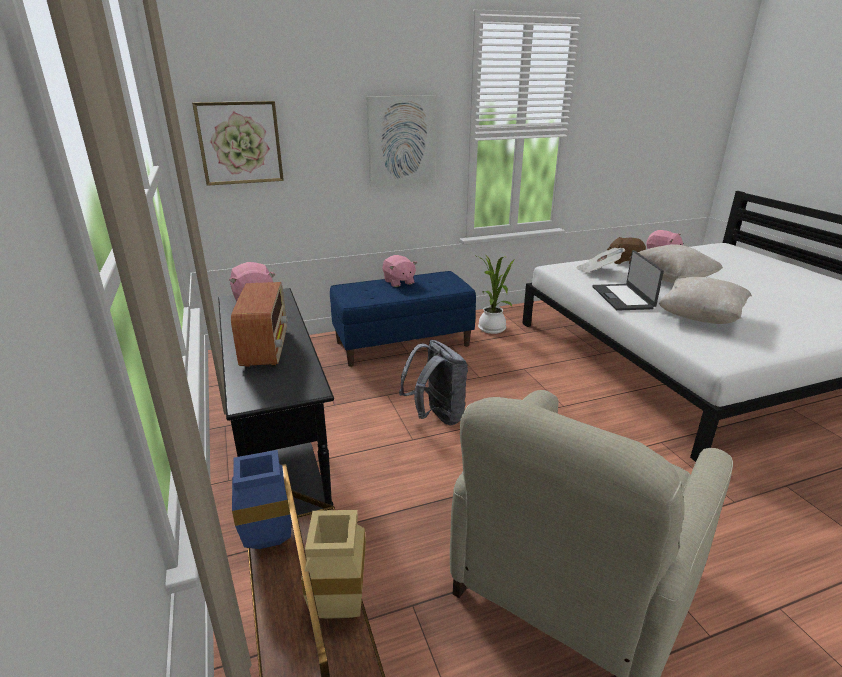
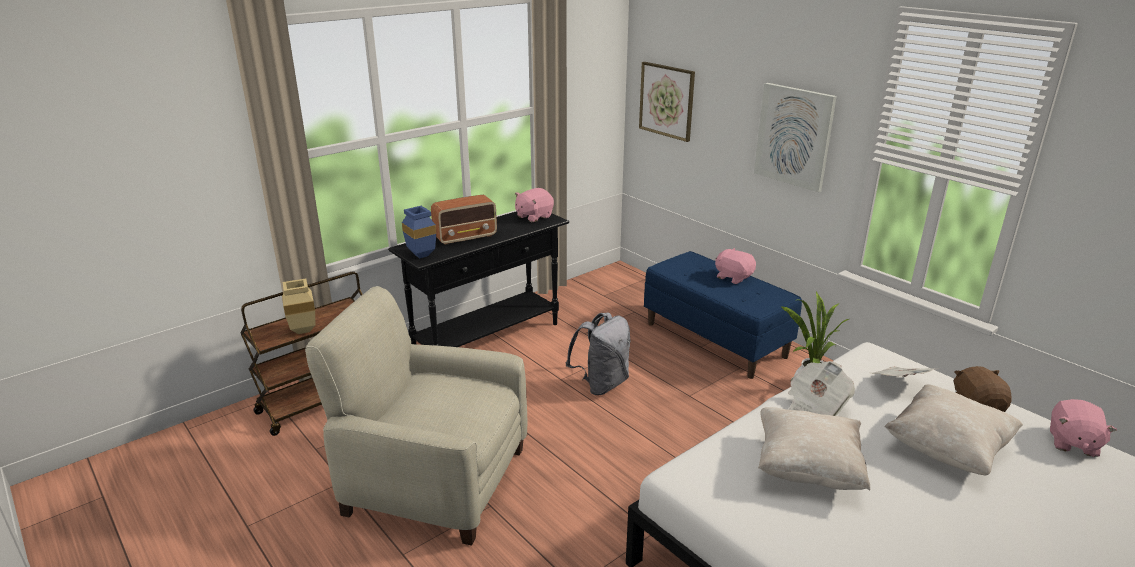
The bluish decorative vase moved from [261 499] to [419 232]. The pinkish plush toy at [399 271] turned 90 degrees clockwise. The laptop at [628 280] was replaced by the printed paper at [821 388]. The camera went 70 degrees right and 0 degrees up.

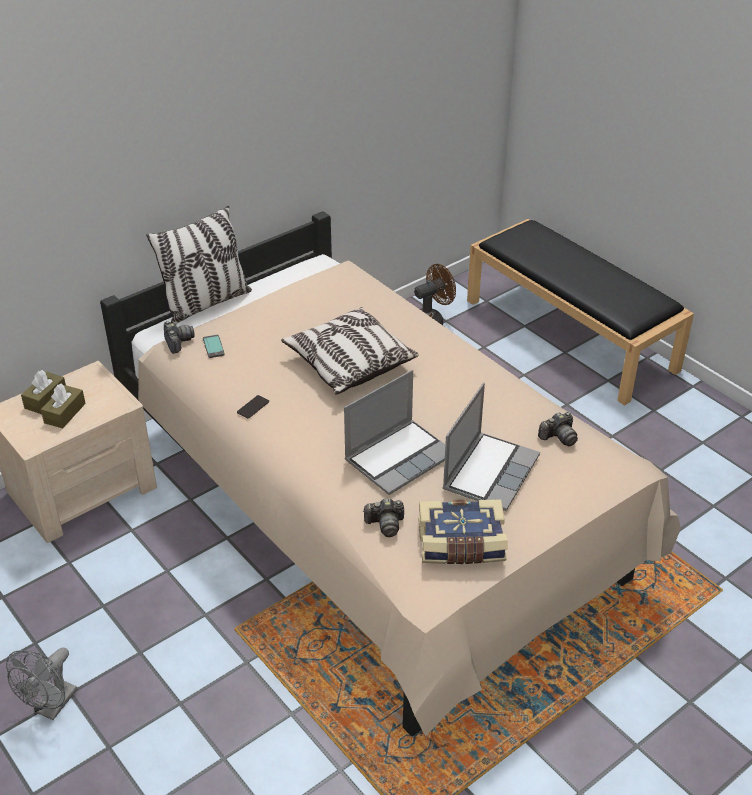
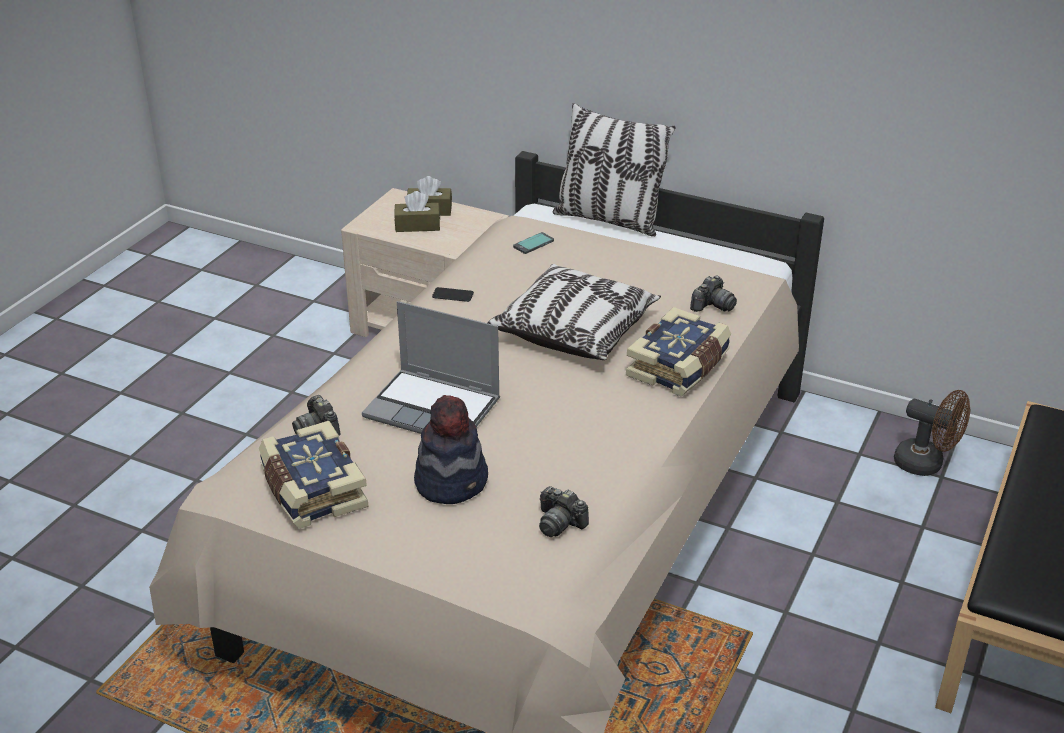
The grey fan at [42 684] disappeared. The still camera moved from [179 337] to [713 294]. The laptop at [491 447] was replaced by the wearable hat at [451 449]. The volume at [678 352] appeared. The camera went 65 degrees right and 5 degrees down.

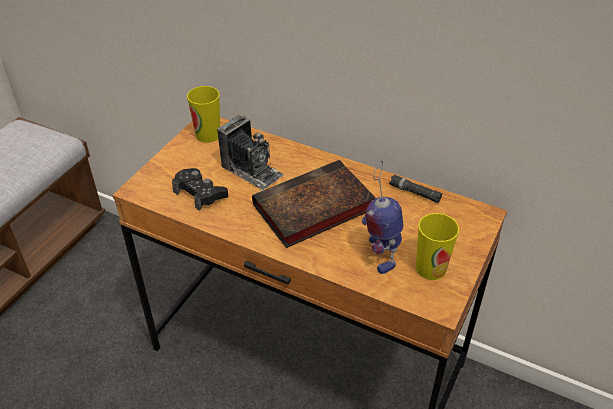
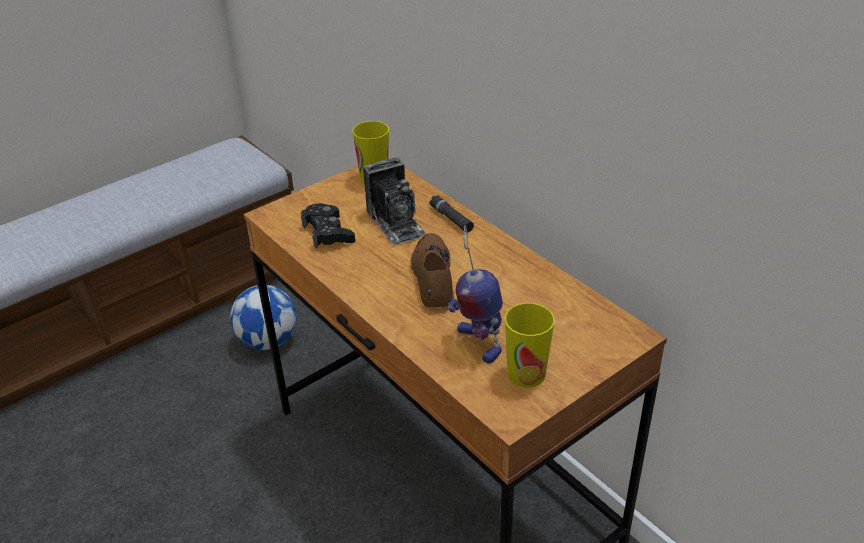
The volume at [314 204] was replaced by the brown-coloured low shoe at [432 270]. The robot figure at [382 217] turned 45 degrees counterclockwise. The black hand torch moved from [415 189] to [451 214]. The ball for football at [263 317] appeared. The camera went 25 degrees right and 5 degrees down.

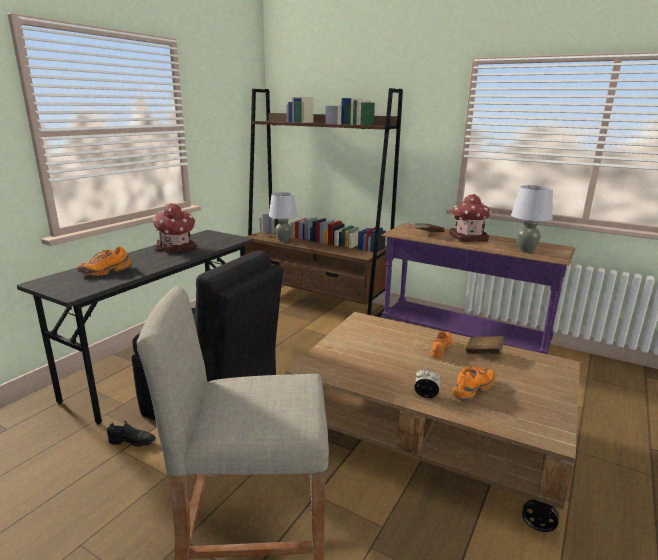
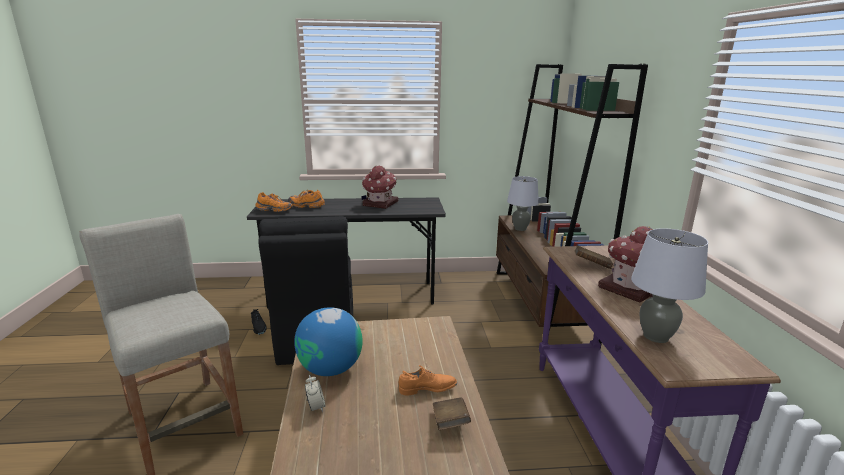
The orange low shoe moved from [473 383] to [274 202]. The world globe at [328 341] appeared. The camera went 55 degrees right and 0 degrees up.

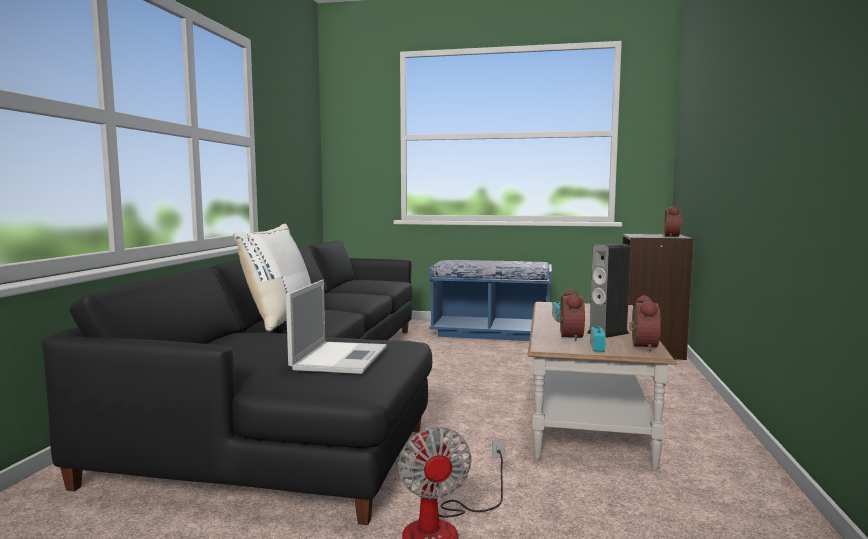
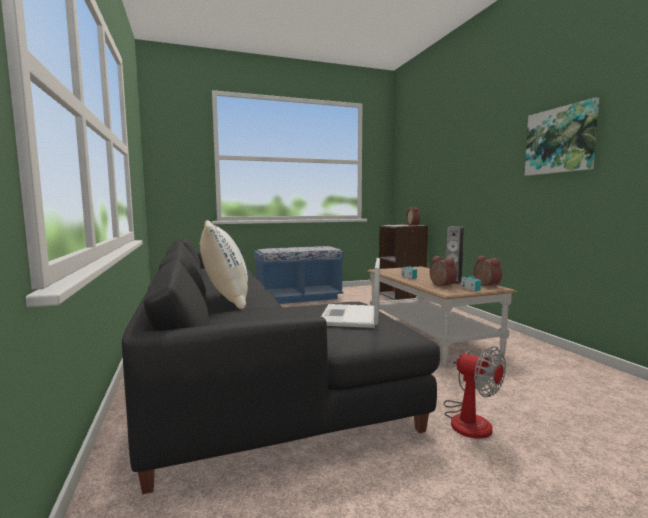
The laptop at [336 327] turned 150 degrees counterclockwise. The picture at [562 136] appeared. The camera went 30 degrees left and 0 degrees up.

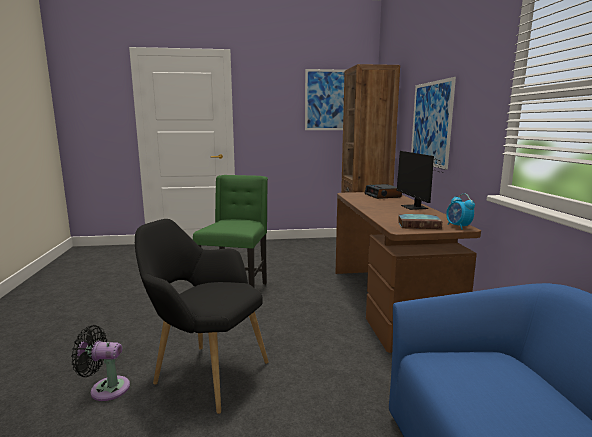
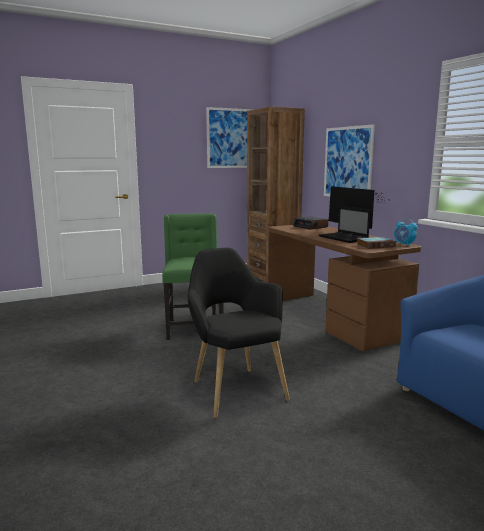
The black fan at [100 363] disappeared. The black easy chair at [201 316] turned 60 degrees clockwise. The laptop at [344 224] appeared. The camera went 20 degrees left and 0 degrees up.

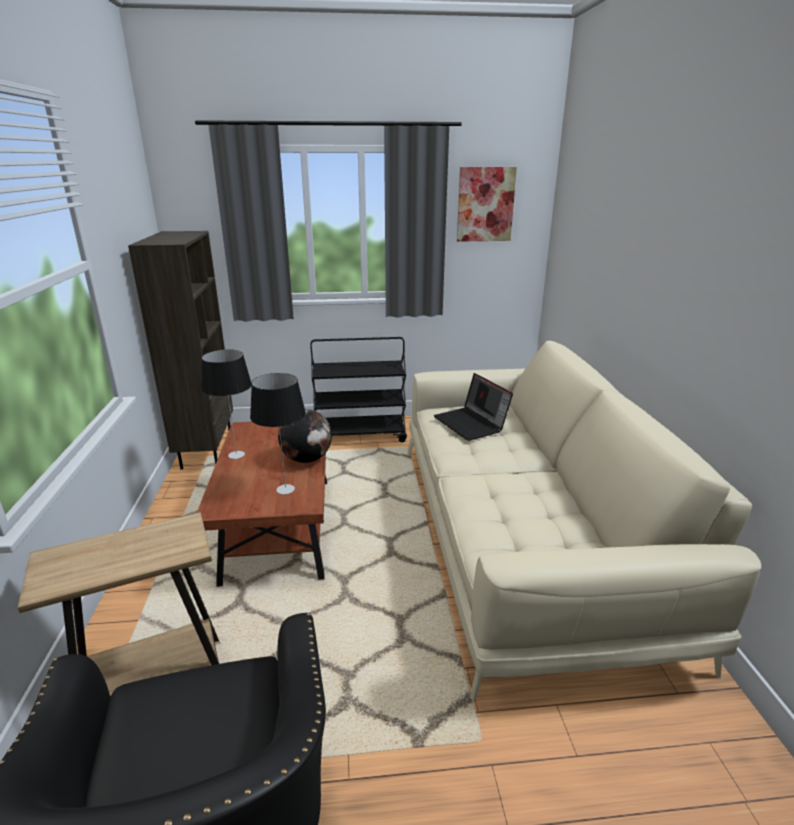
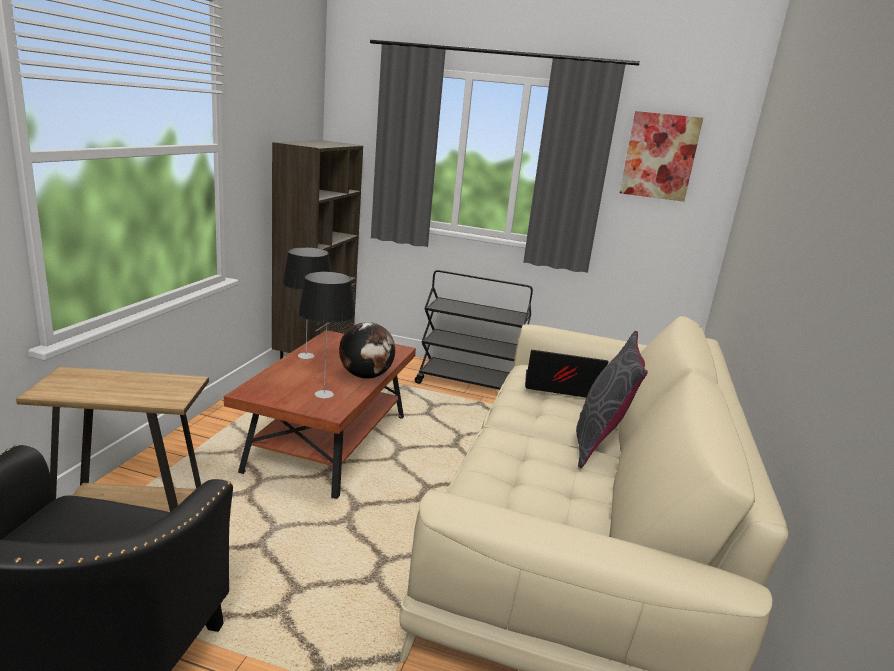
The laptop at [473 407] turned 105 degrees clockwise. The grey throw pillow at [612 399] appeared. The camera went 20 degrees right and 5 degrees down.

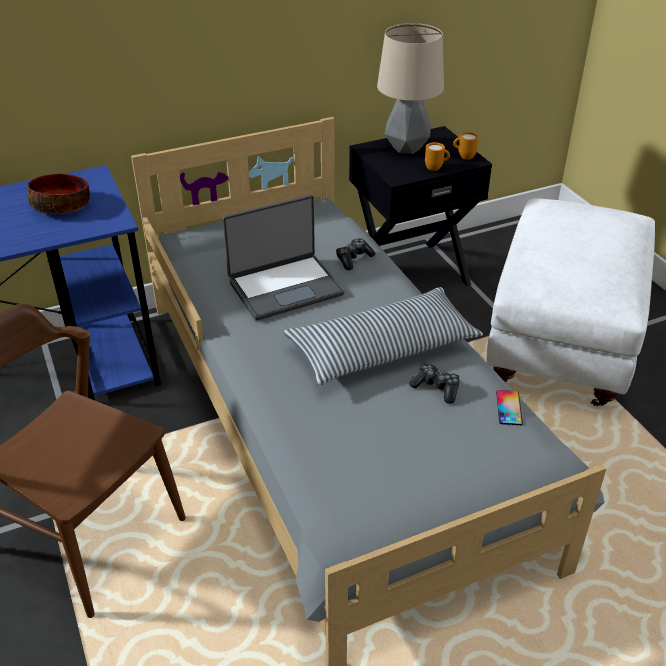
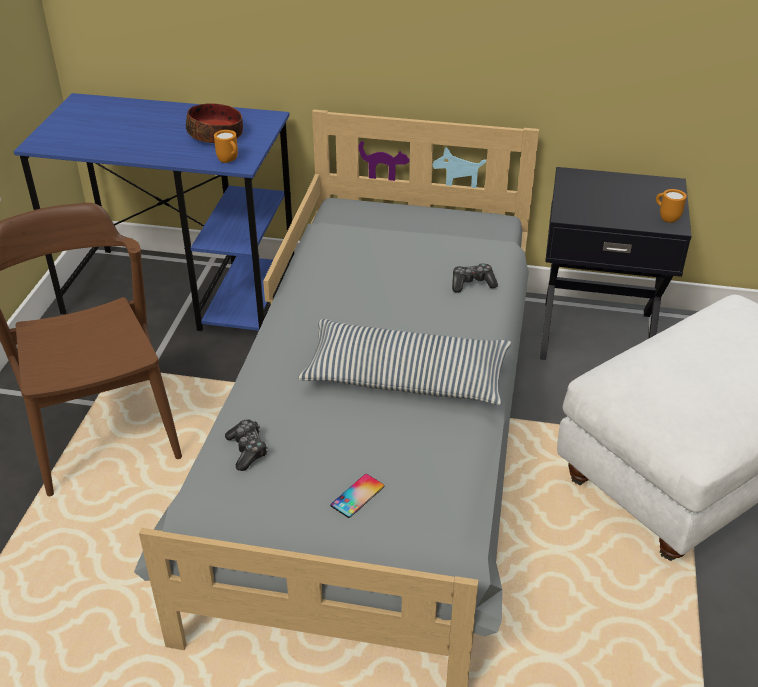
The laptop at [283 258] disappeared. The tabletop lamp at [410 88] disappeared. The gamepad moved from [434 383] to [246 445]. The orange mug moved from [437 156] to [226 146]. The telephone moved from [509 407] to [357 496]. The camera went 35 degrees right and 0 degrees up.

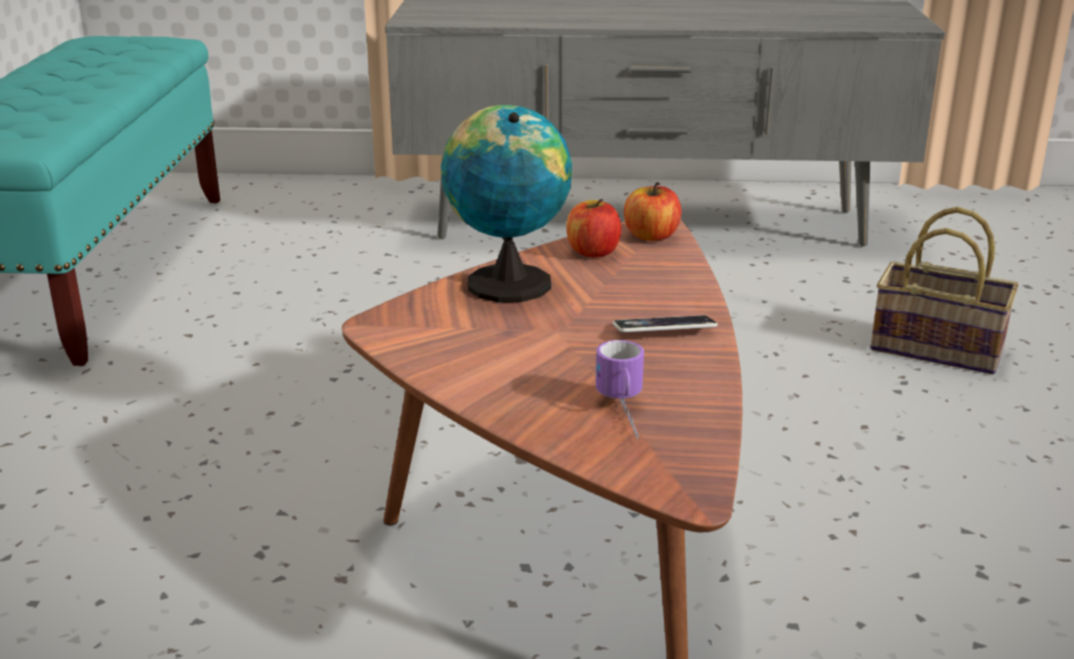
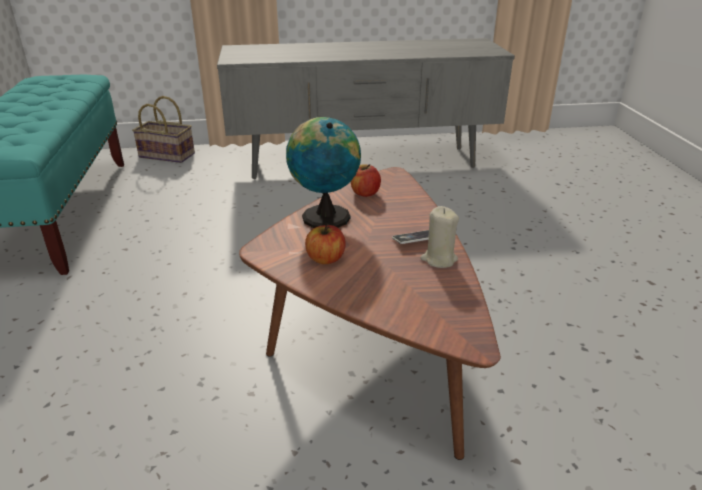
The mug at [620 390] disappeared. The whole apple moved from [652 211] to [325 243]. The household basket moved from [944 291] to [163 129]. The beige wax candle at [439 237] appeared. The camera went 10 degrees left and 5 degrees up.

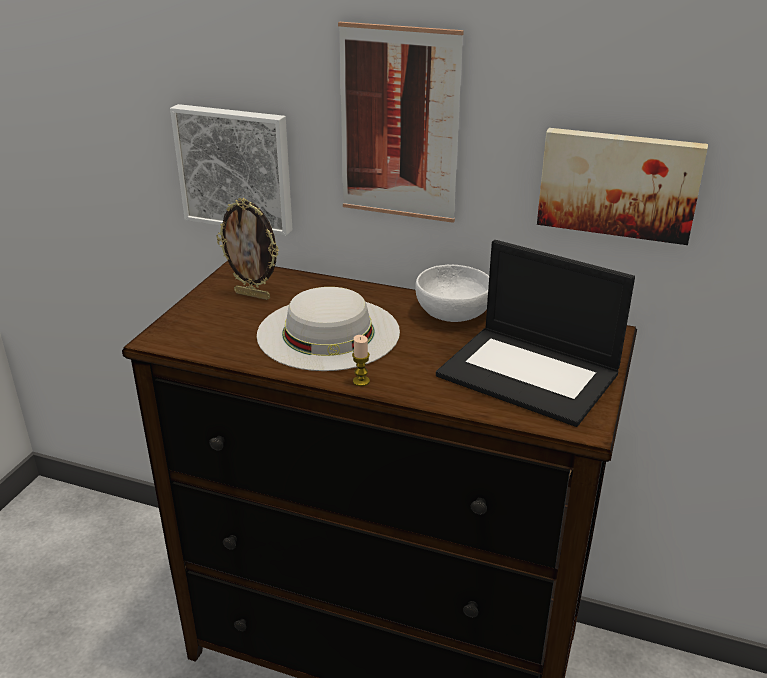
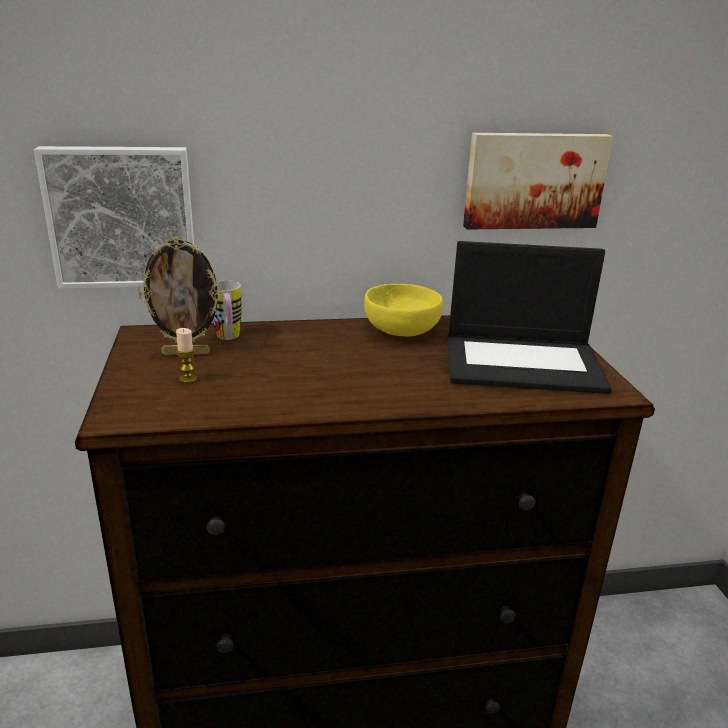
The white wearable hat at [328 329] disappeared. The picture at [401 122] disappeared. The wax candle moved from [361 360] to [186 355]. The white bowl at [452 293] became the yellow-coloured bowl at [403 310]. The mug at [227 310] appeared. The camera went 30 degrees left and 5 degrees down.

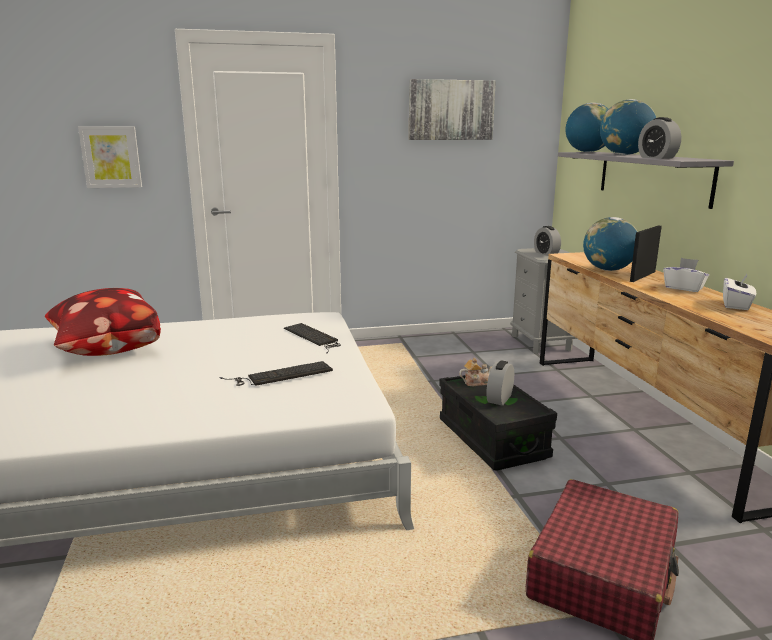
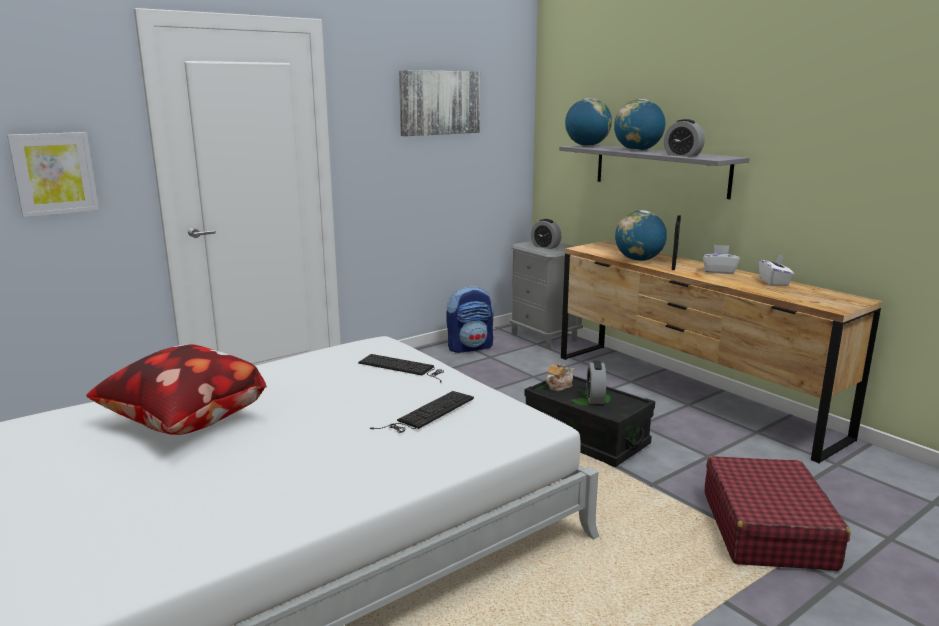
The backpack at [469 319] appeared. The camera went 25 degrees left and 0 degrees up.

